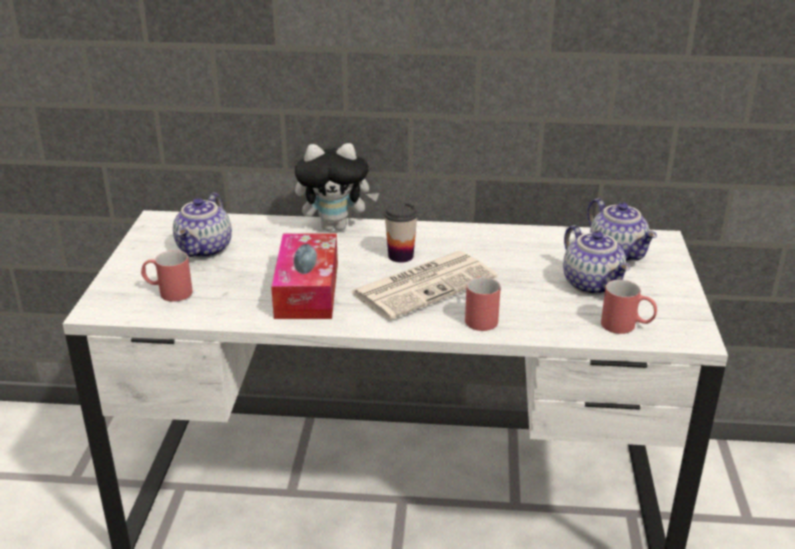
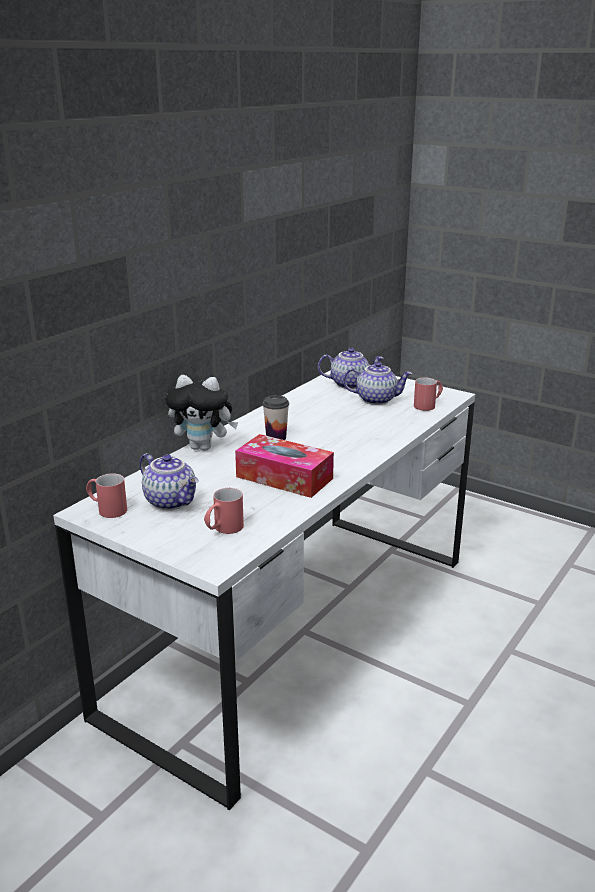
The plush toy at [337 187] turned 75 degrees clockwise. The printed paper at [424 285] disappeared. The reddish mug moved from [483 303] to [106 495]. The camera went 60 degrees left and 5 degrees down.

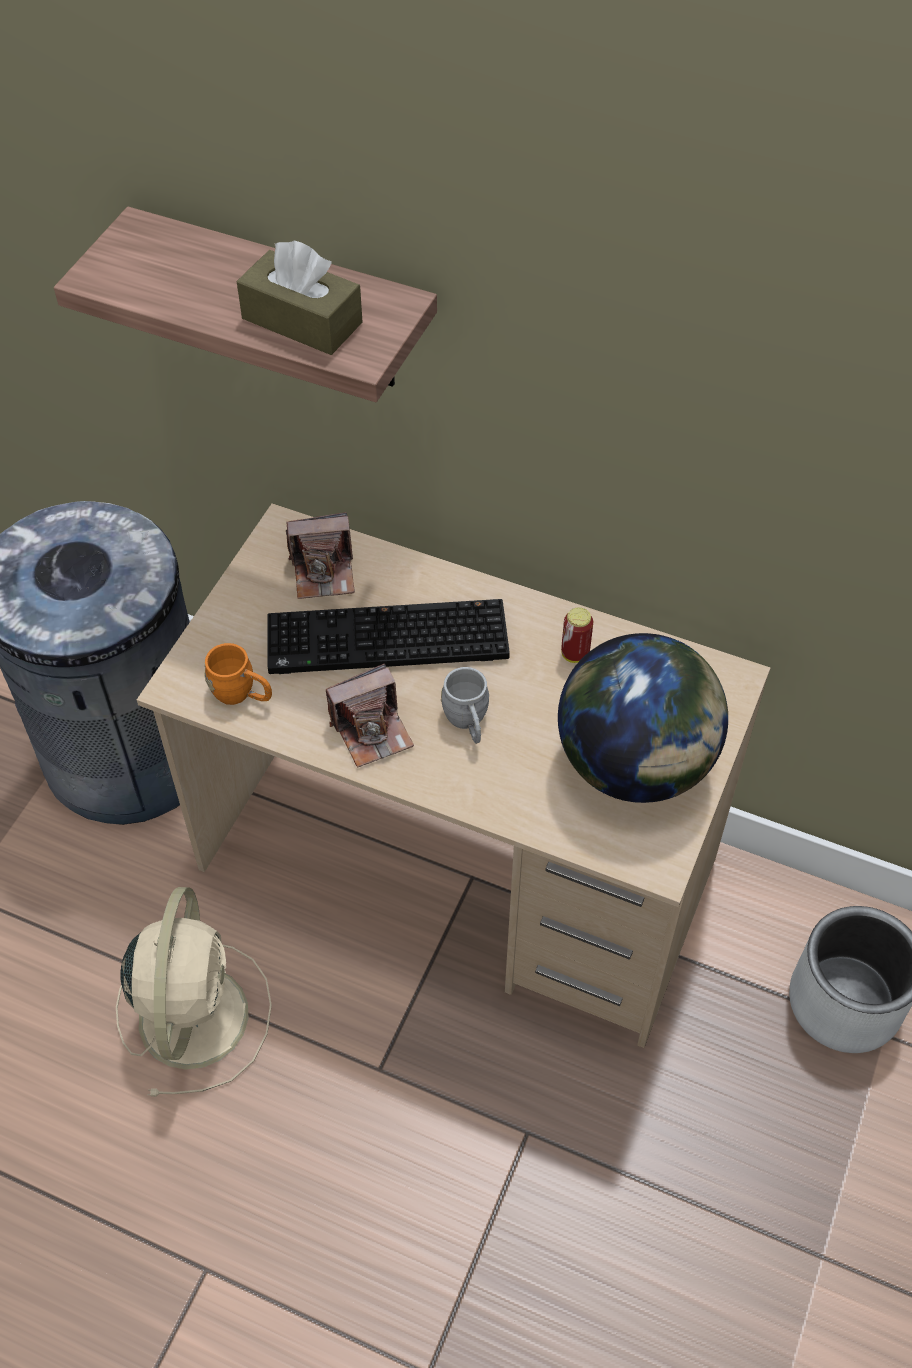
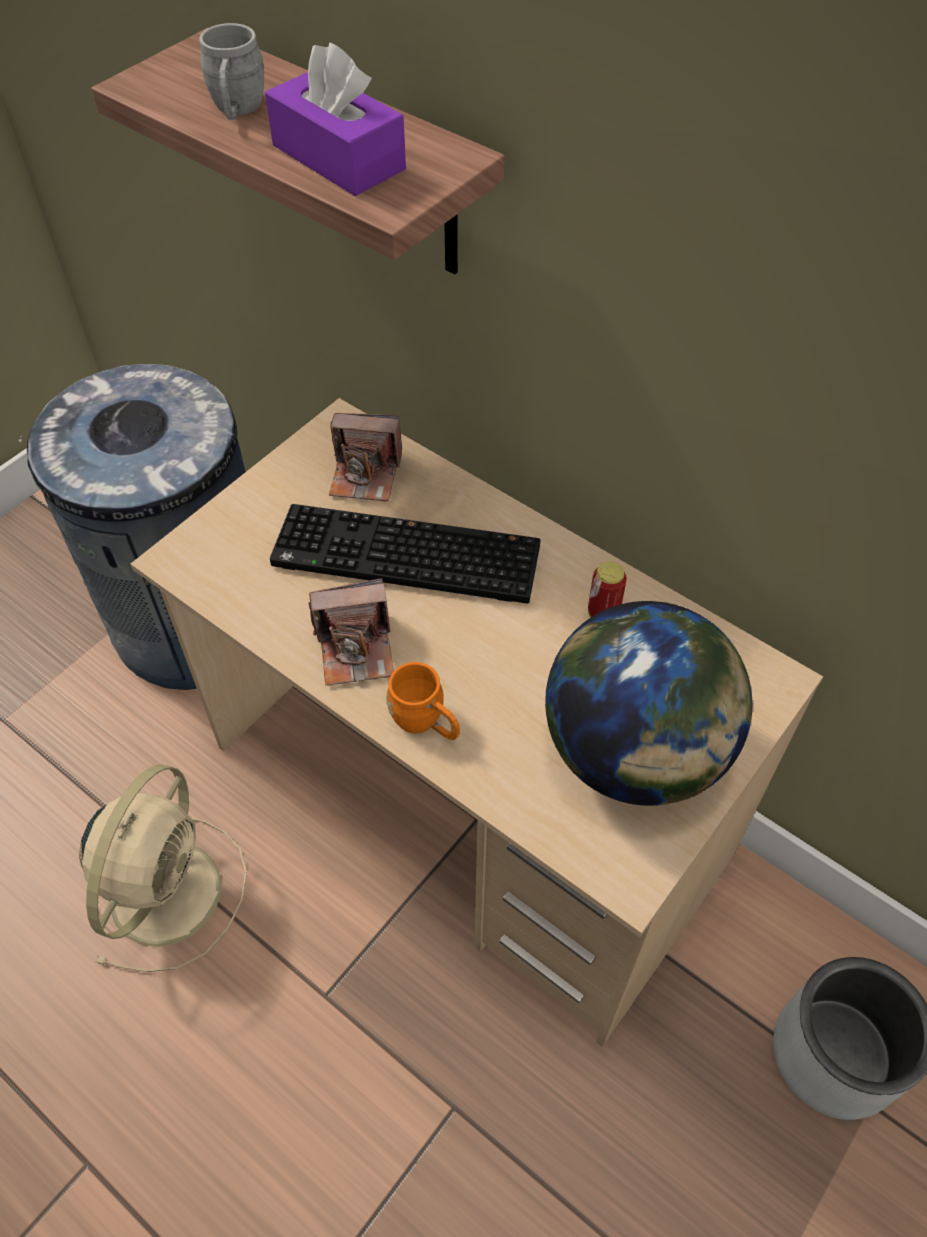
The orange mug moved from [238 674] to [423 701]. The brown-coloured tissue box at [299 298] became the purple-coloured tissue box at [335 119]. The grey mug moved from [465 705] to [231 71]. The camera went 15 degrees right and 0 degrees up.

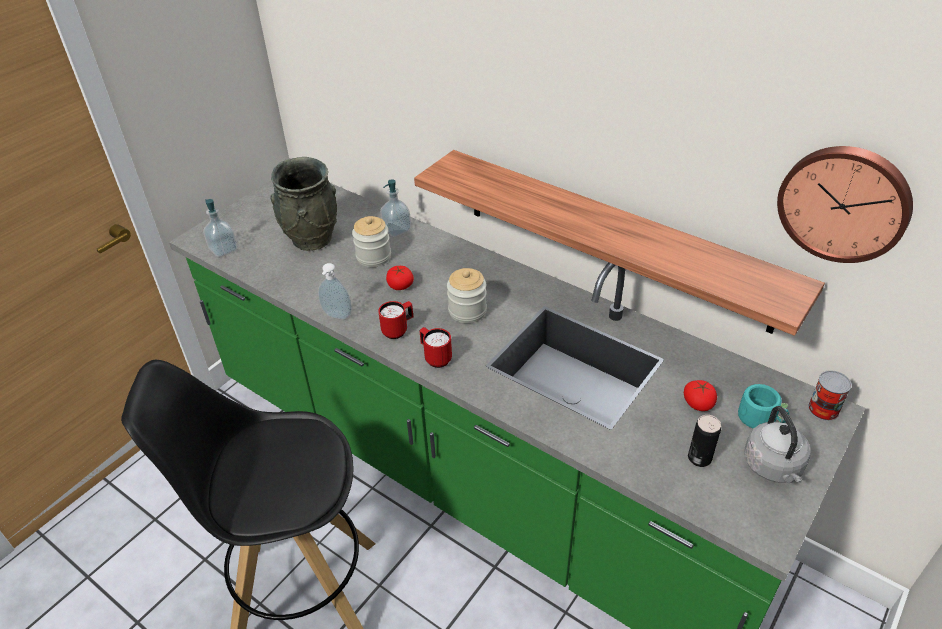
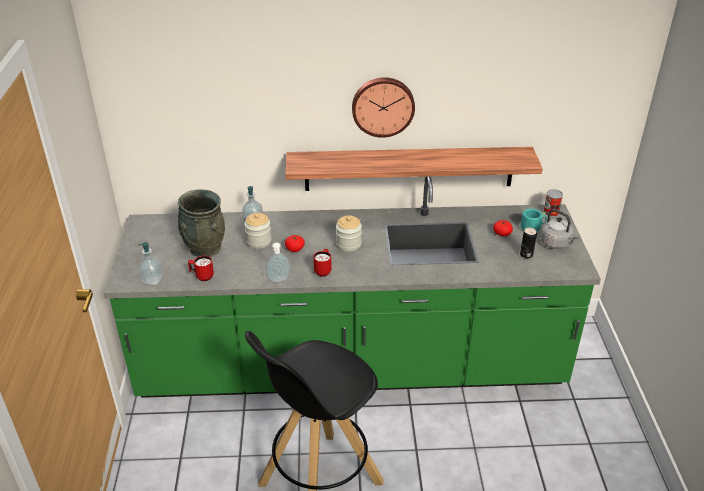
The reddish mug moved from [436 347] to [201 268]. The clock on the wall moved from [845 204] to [383 107]. The camera went 40 degrees left and 5 degrees down.

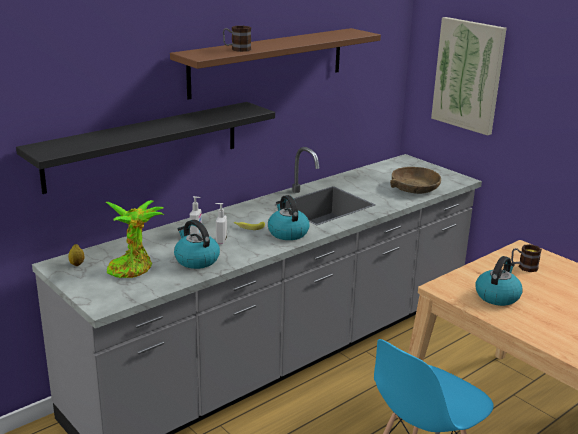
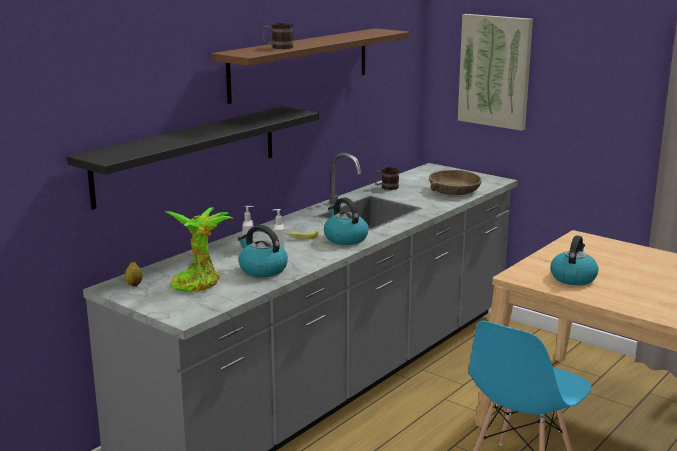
The mug moved from [526 258] to [386 178]. The camera went 10 degrees left and 5 degrees down.

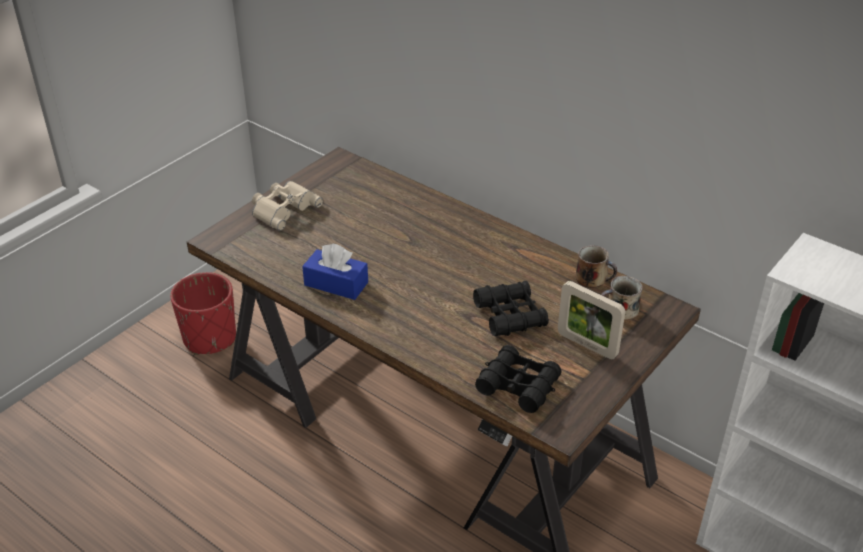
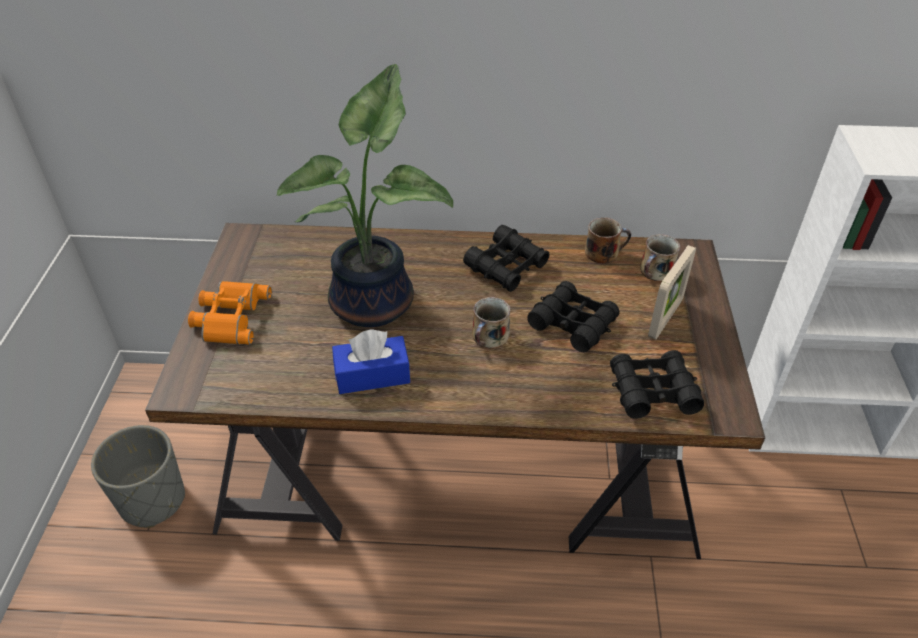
The reddish flower pot at [203 313] became the grey flower pot at [138 476]. The beige binoculars at [287 206] became the orange binoculars at [230 313]. The picture frame at [591 320] turned 60 degrees counterclockwise. The potted plant at [365 195] appeared. The black binoculars at [506 258] appeared. The mug at [491 323] appeared. The camera went 35 degrees left and 5 degrees up.

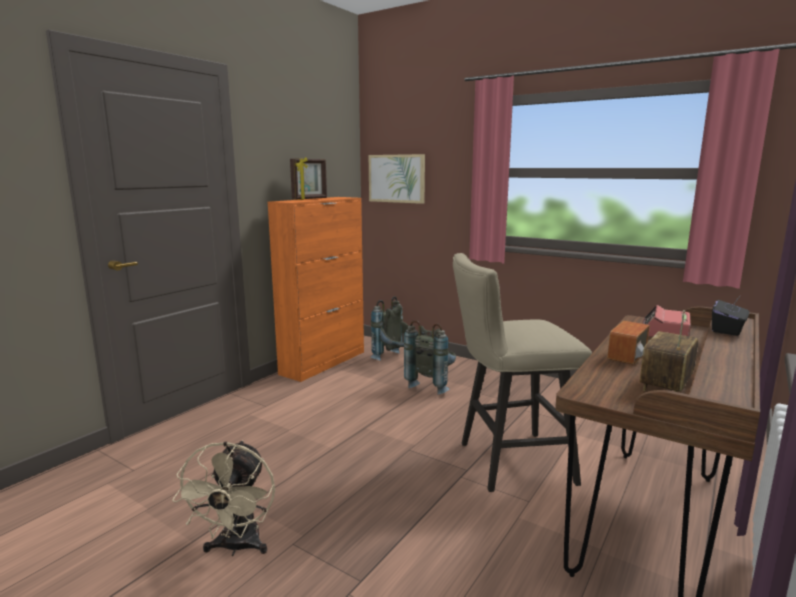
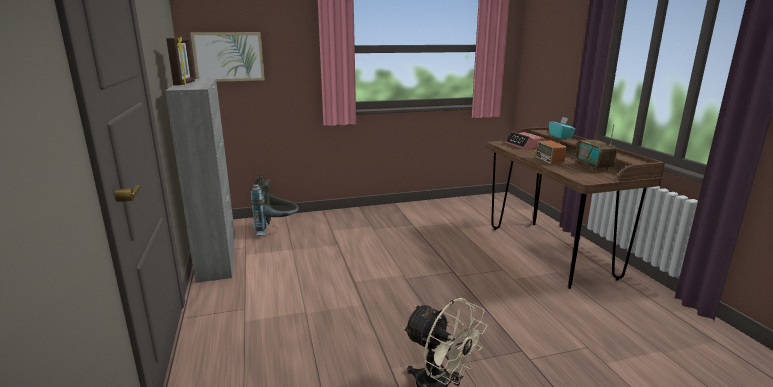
The orange storage cabinet at [316 289] became the grey storage cabinet at [200 181]. The grey backpack at [430 357] disappeared. The beige stool at [522 372] disappeared. The black tissue box at [730 315] became the blue-green tissue box at [562 128]. The camera went 50 degrees left and 5 degrees up.

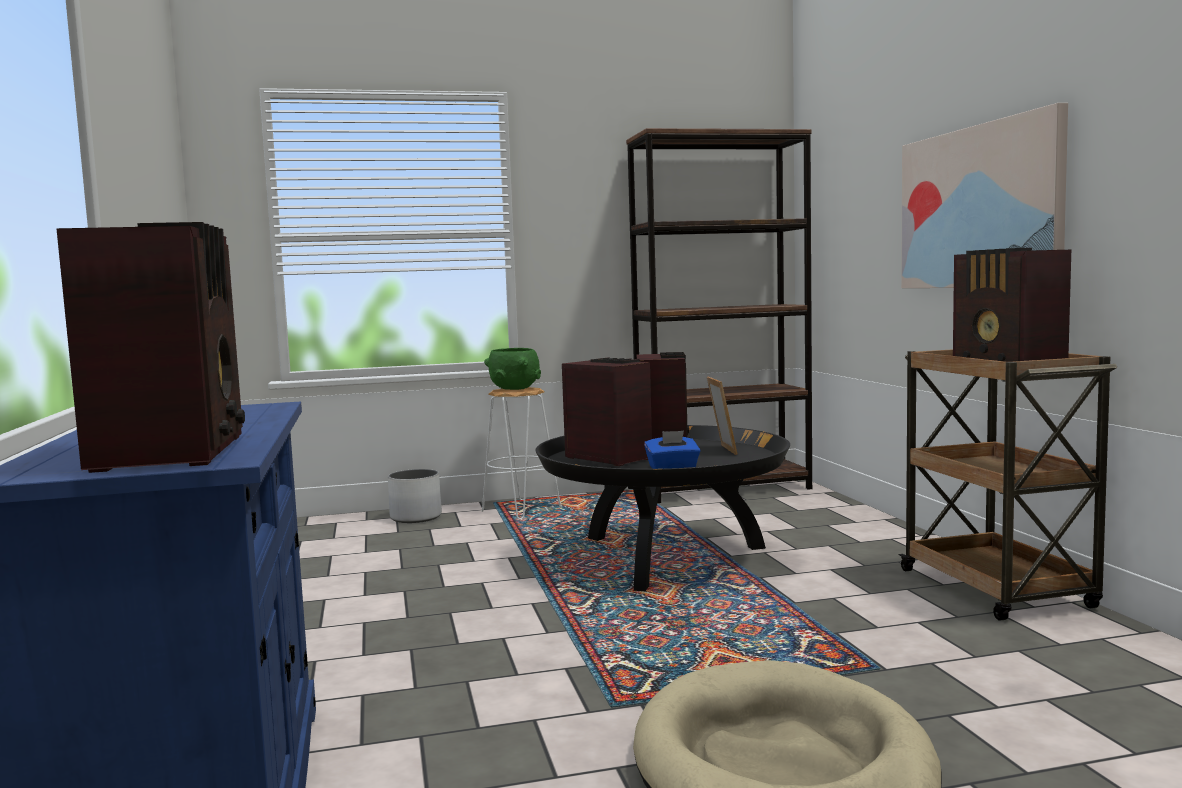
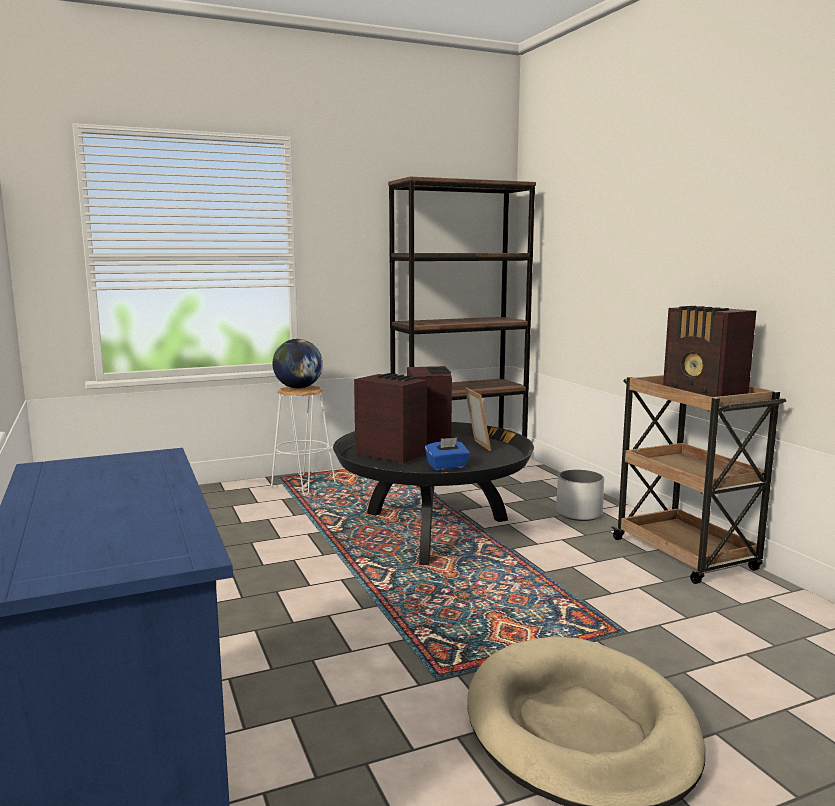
The radio set at [150 347] disappeared. The white flower pot moved from [415 496] to [580 495]. The greenish bowl at [512 369] was replaced by the world globe at [297 364]. The picture at [984 195] disappeared. The camera went 10 degrees left and 5 degrees up.

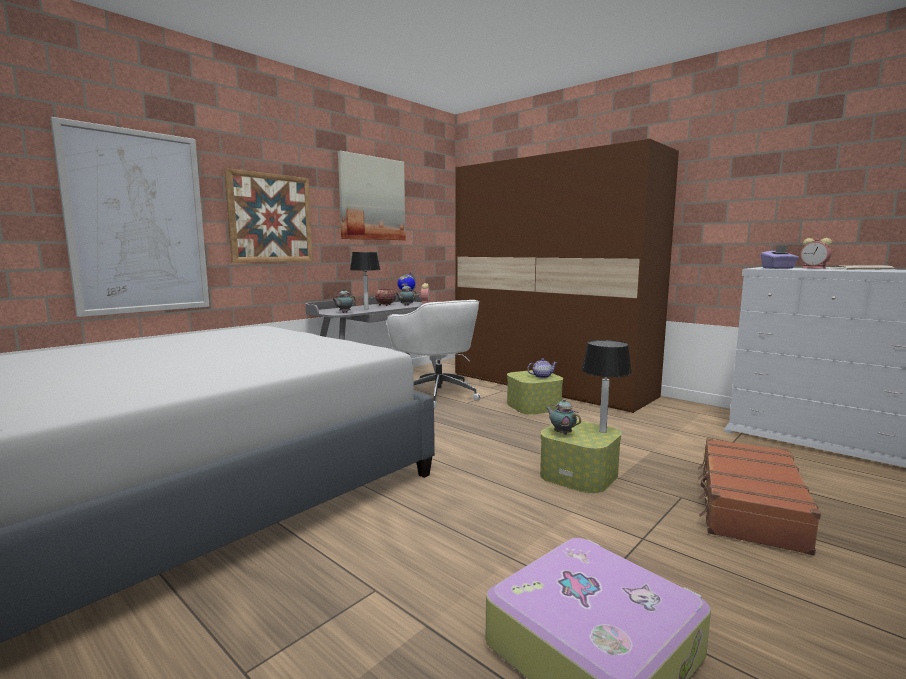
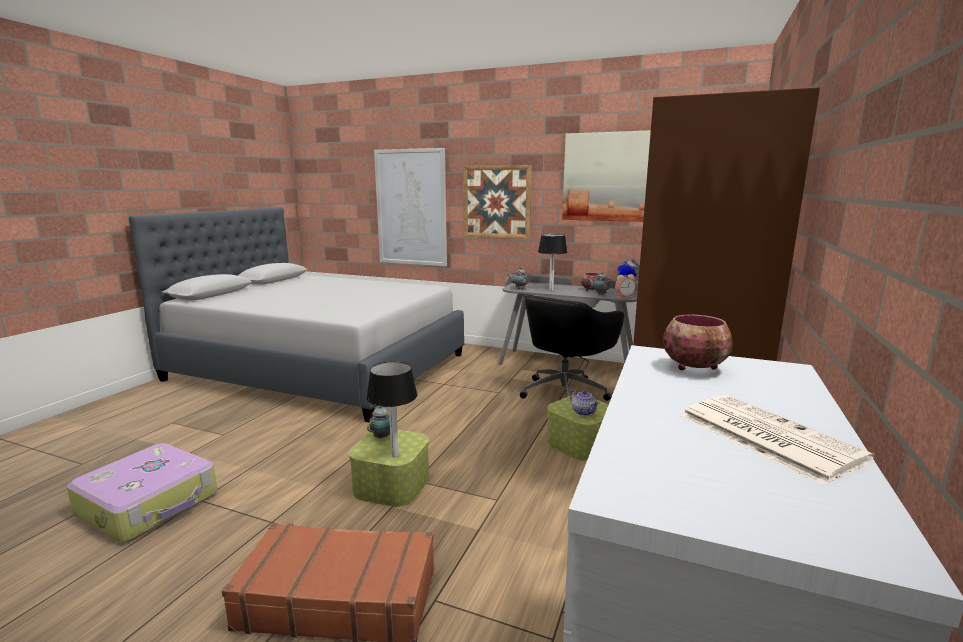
The white office chair at [434 354] became the black office chair at [572 347]. The purple-coloured tissue box at [780 257] was replaced by the bowl at [698 342]. The alarm clock at [816 253] disappeared. The camera went 70 degrees right and 5 degrees up.

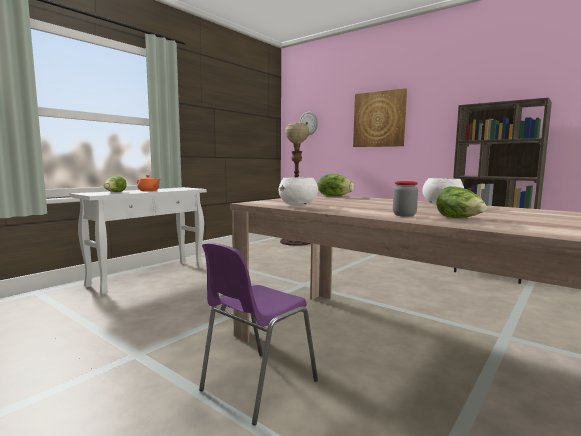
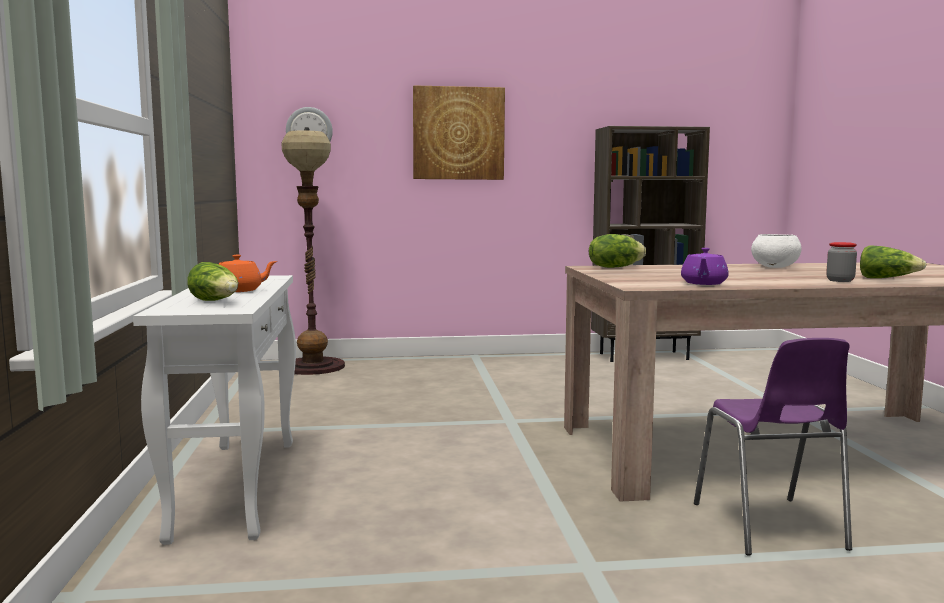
The white bowl at [298 191] was replaced by the purple-coloured tea pot at [705 266]. The camera went 45 degrees left and 0 degrees up.

